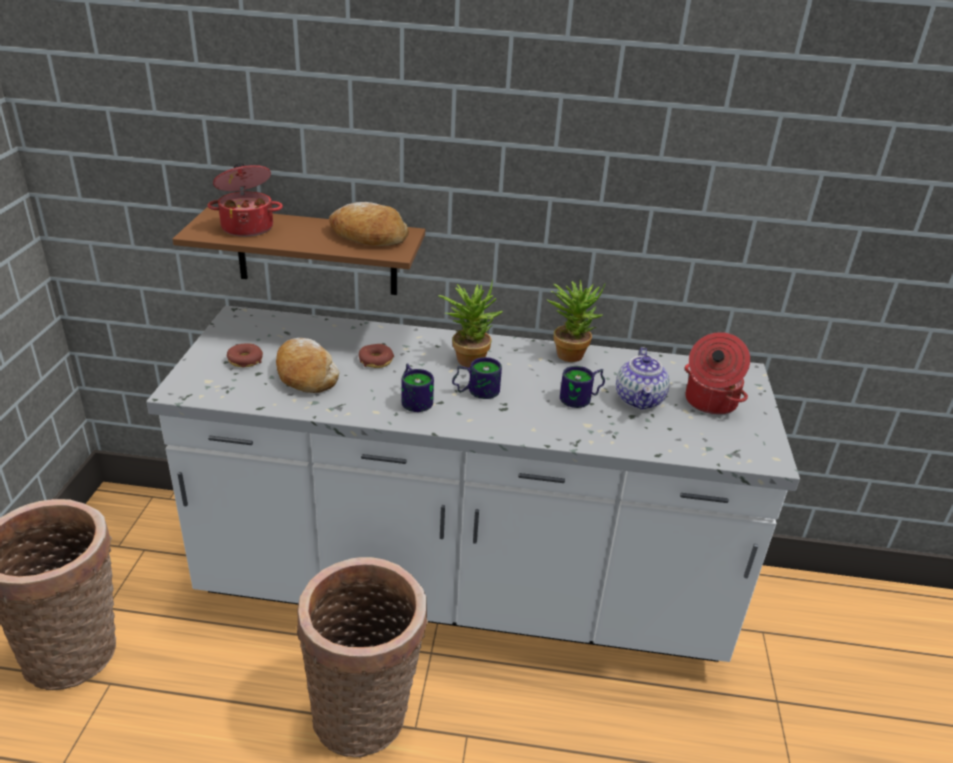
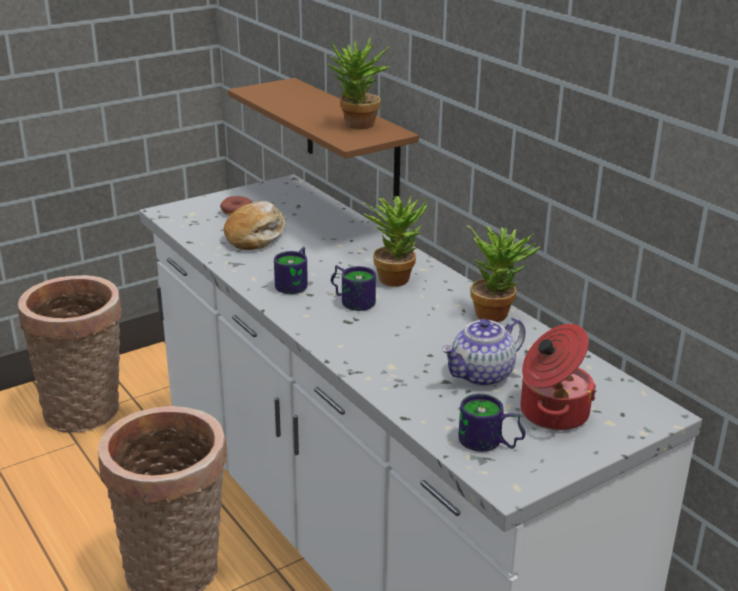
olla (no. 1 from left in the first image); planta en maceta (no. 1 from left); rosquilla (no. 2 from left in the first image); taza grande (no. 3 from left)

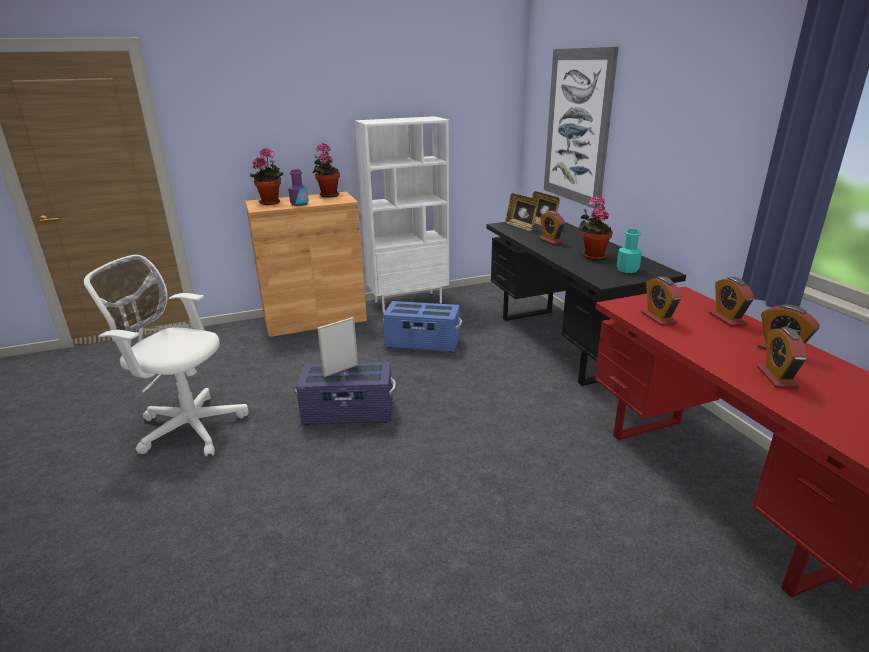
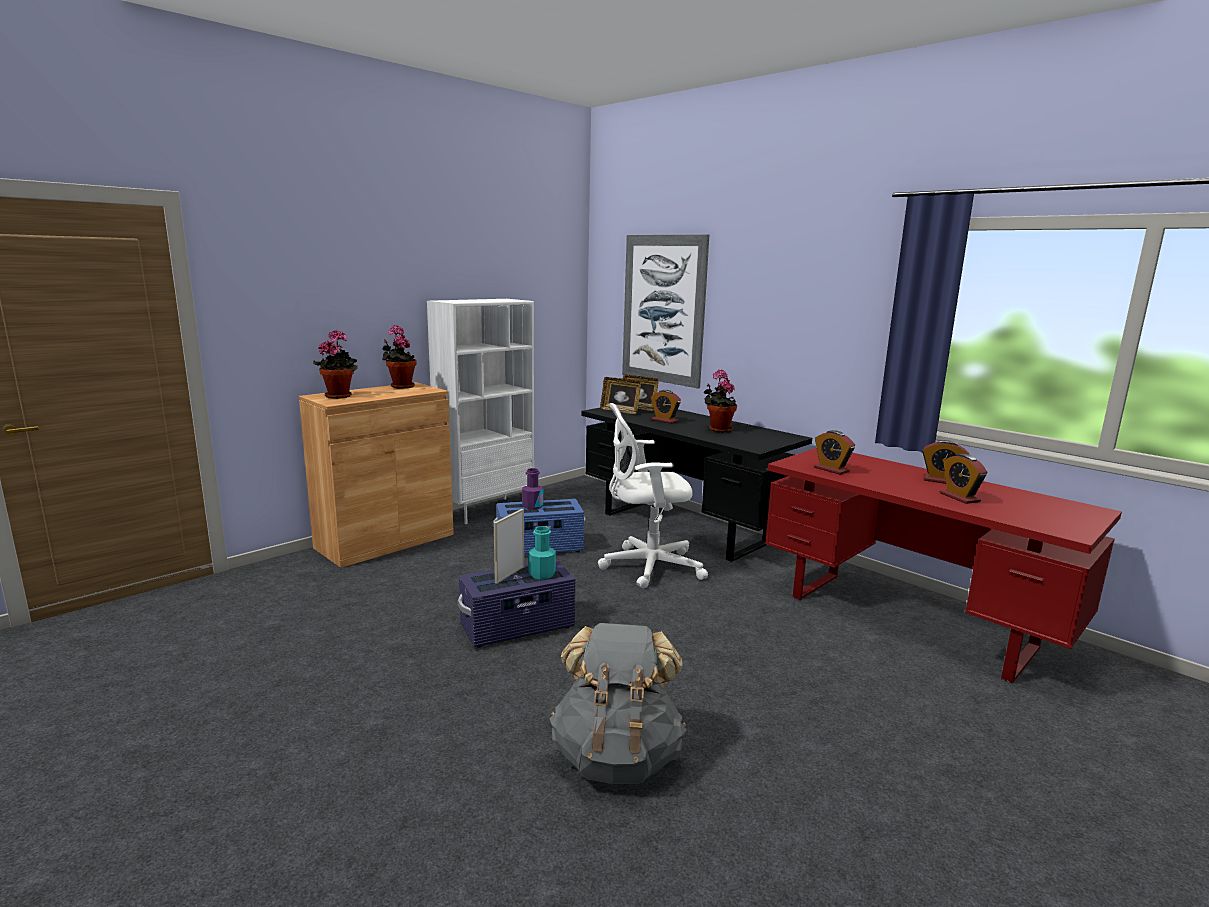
silla de oficina/blanco; botella/morado; botella/turquesa; despertador (no. 3 from left in the first image); mochila/gris

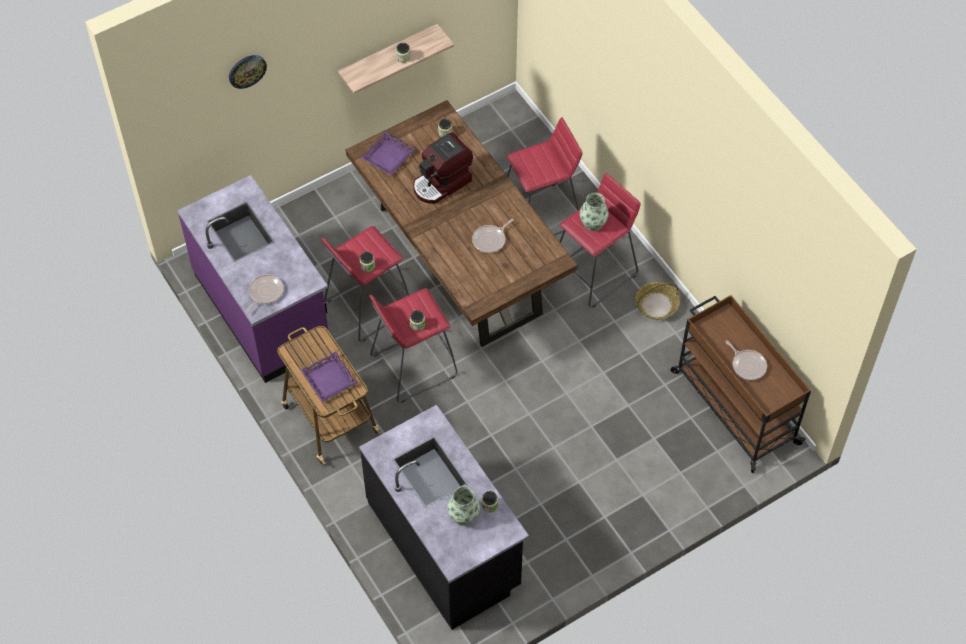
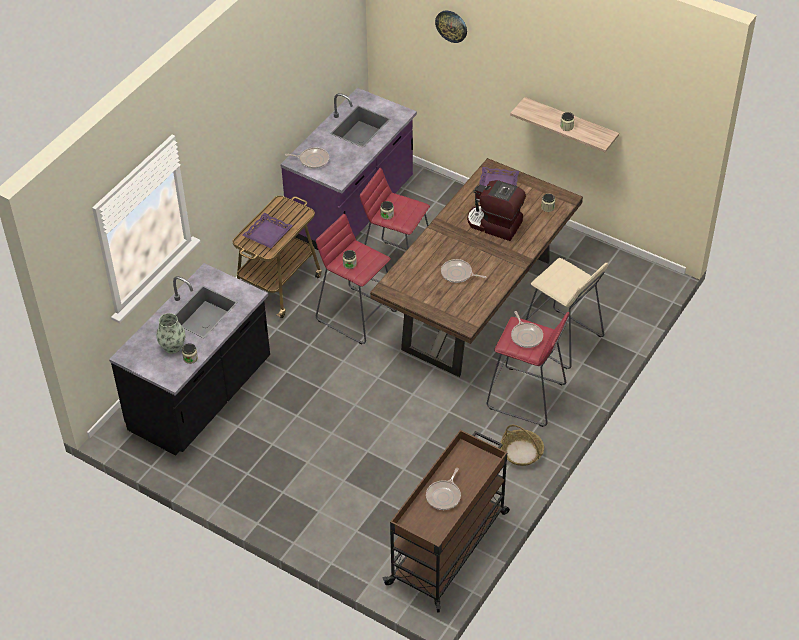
taburete/beis; sartén (no. 4 from left)

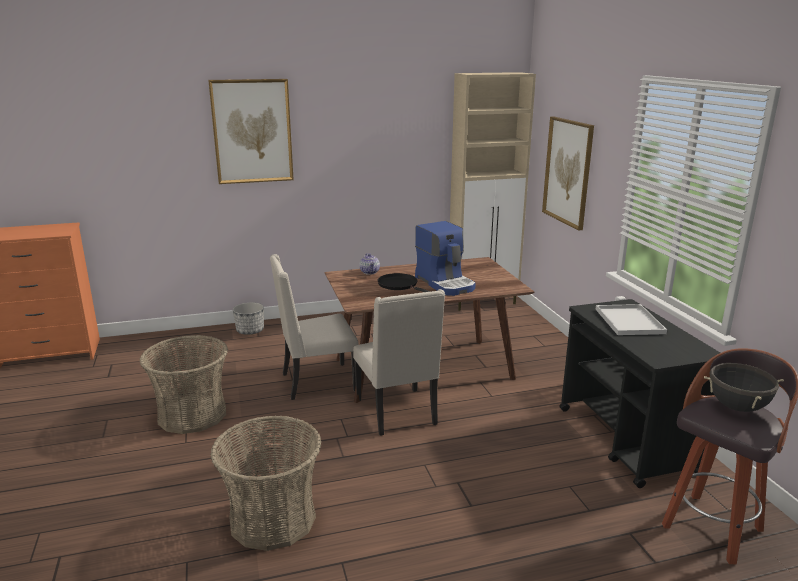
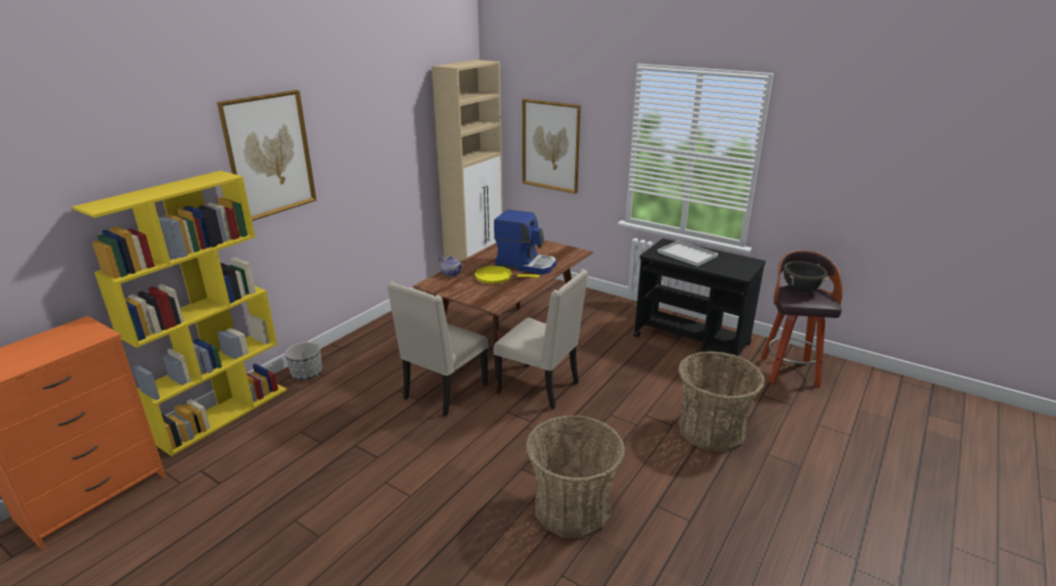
cesta (no. 2 from left); sartén/amarillo; estantería/amarillo

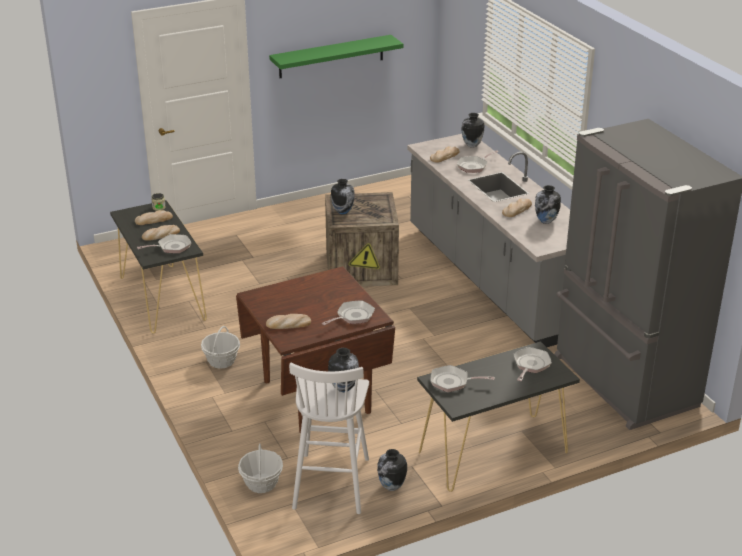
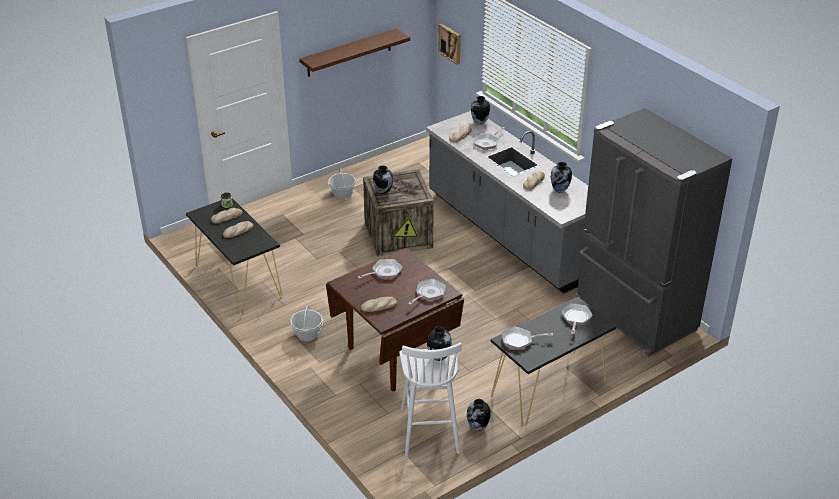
sartén (no. 1 from left); cesta (no. 2 from left); estante/marrón; cuadro

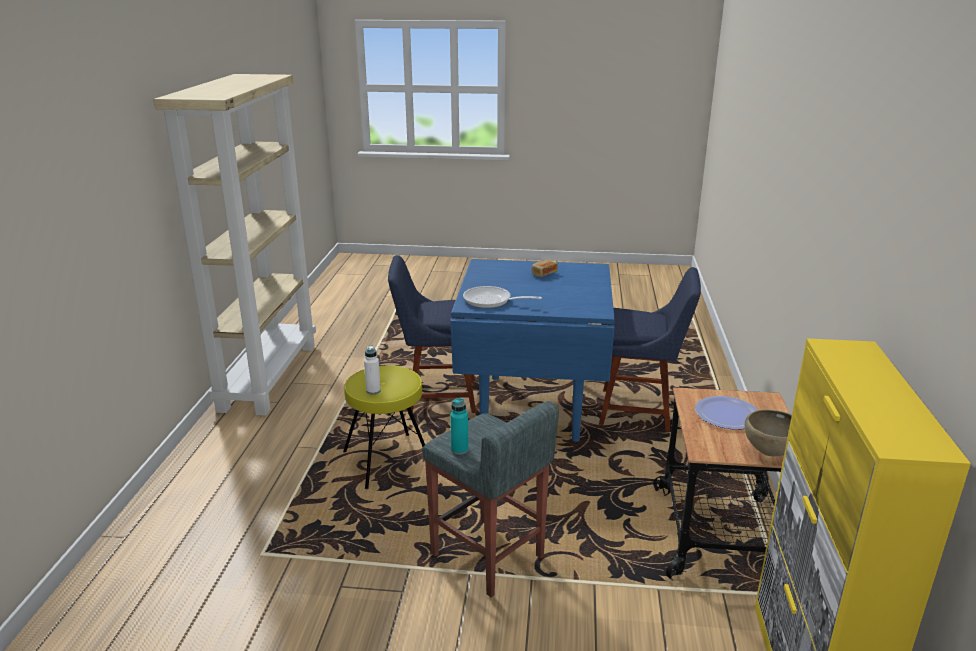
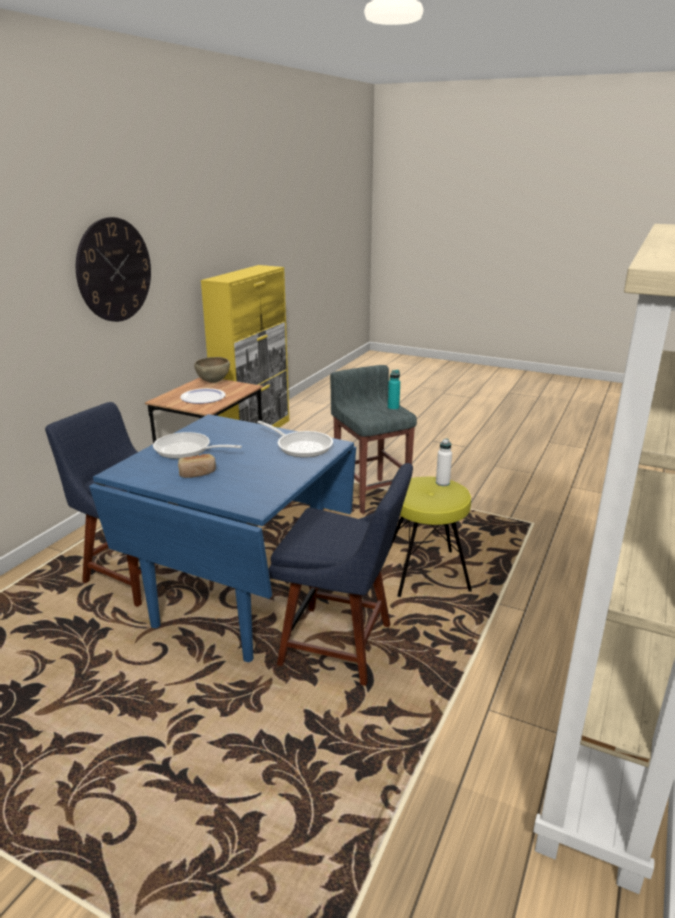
reloj de pared; sartén (no. 1 from left)

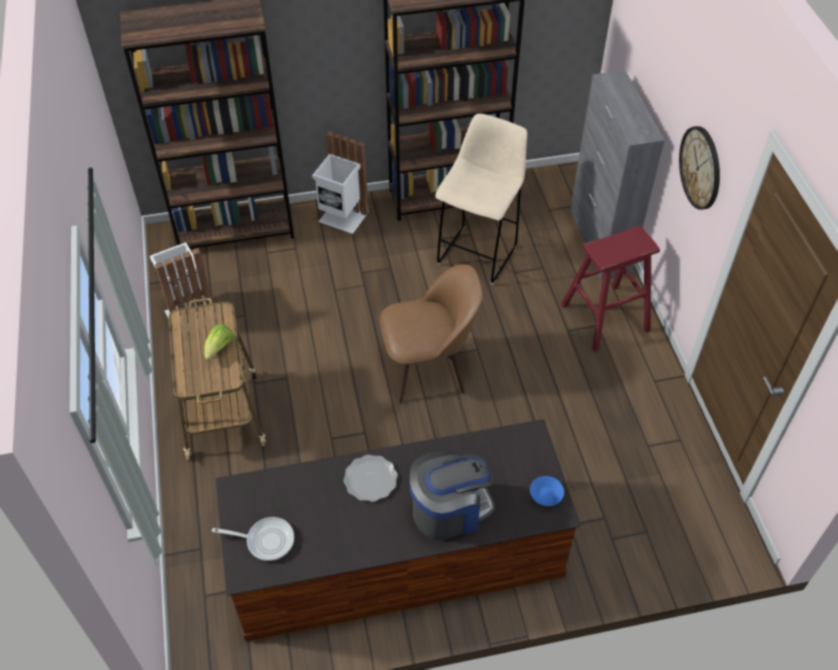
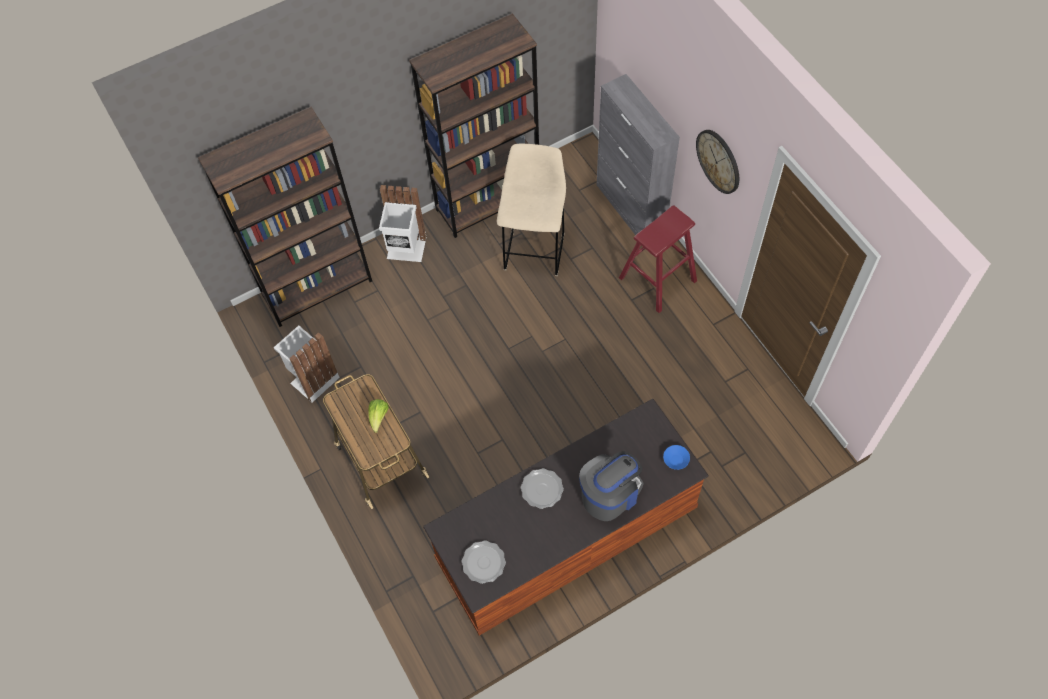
plato (no. 1 from left); silla/marrón

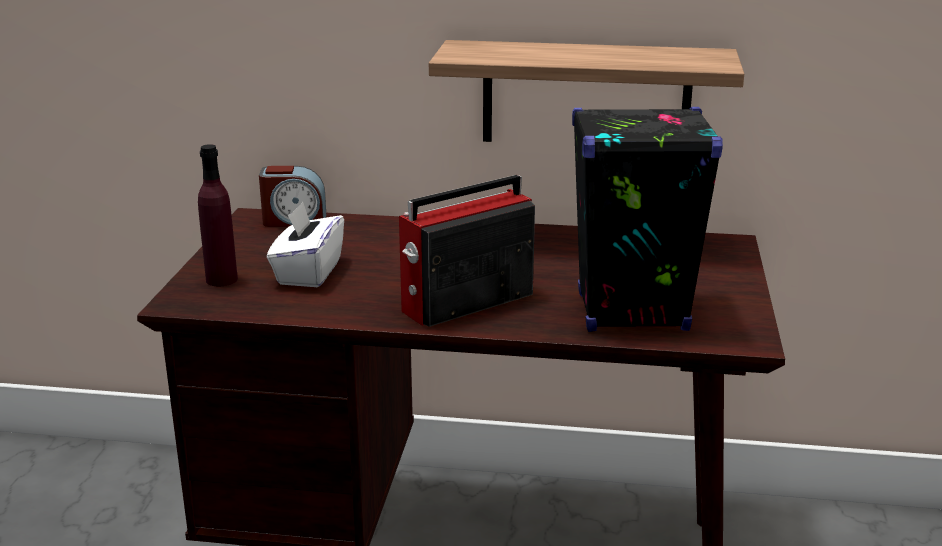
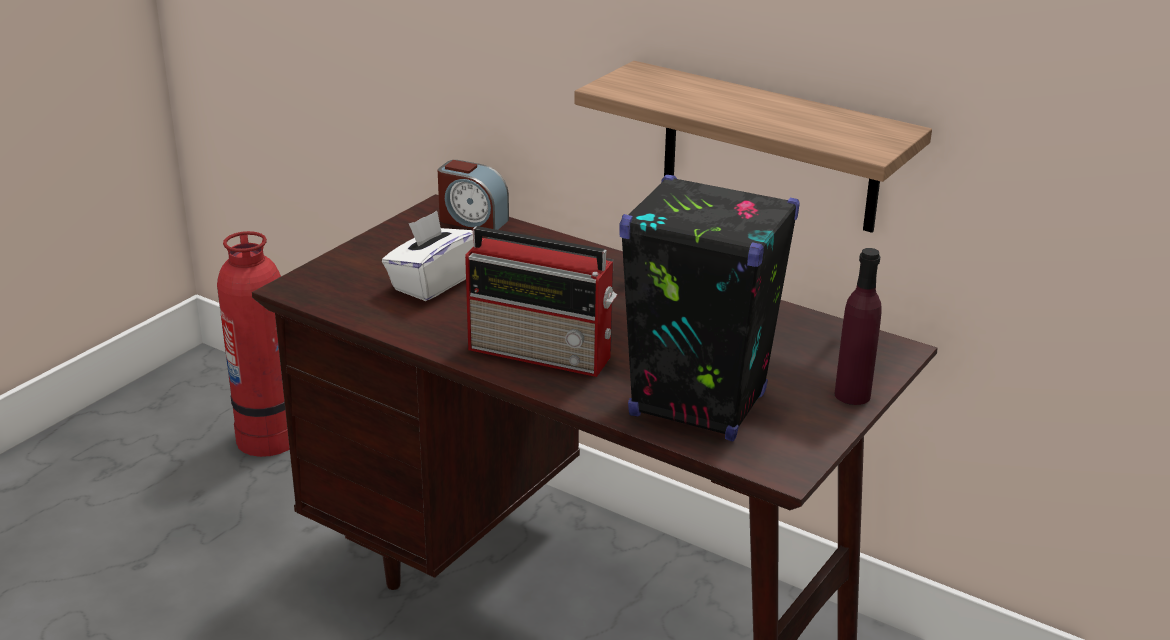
botella/morado; radio; extintor

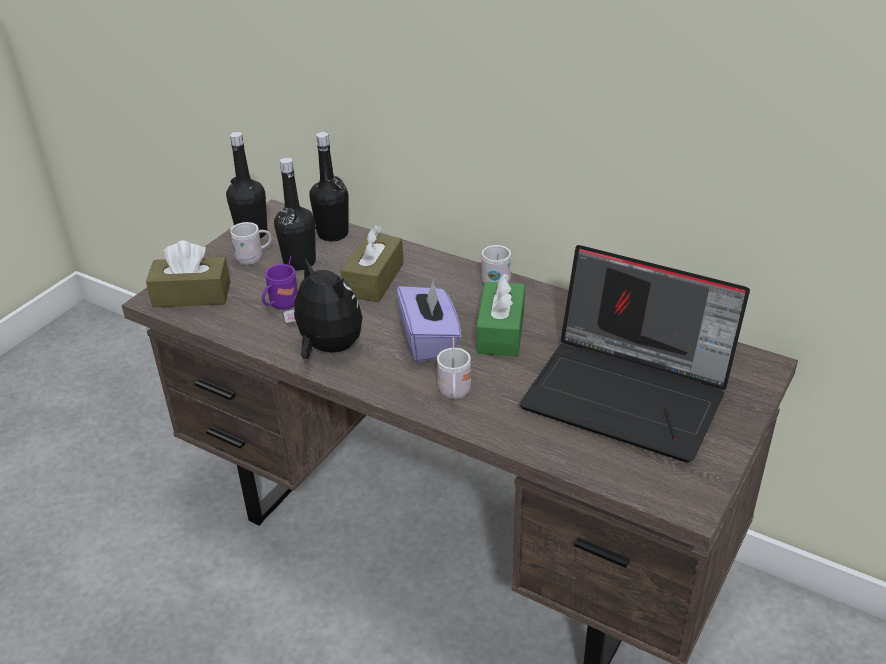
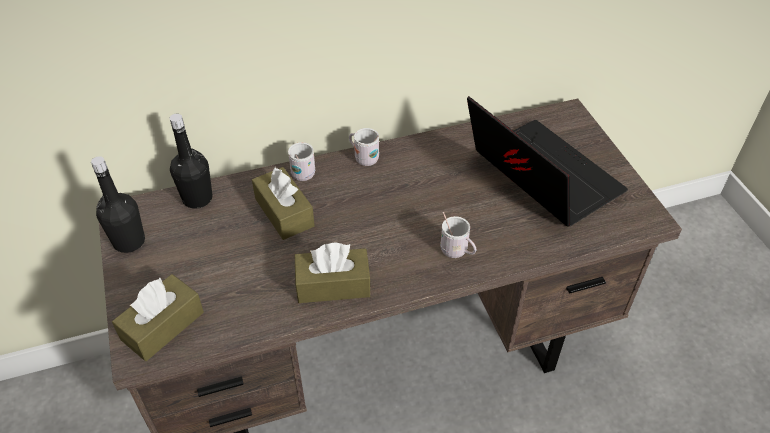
taza grande/blanco (no. 1 from left); taza grande/morado; botella/negro (no. 2 from left in the first image); caja de pañuelos/marrón (no. 3 from left); caja de pañuelos/morado; caja de pañuelos/verde; portátil

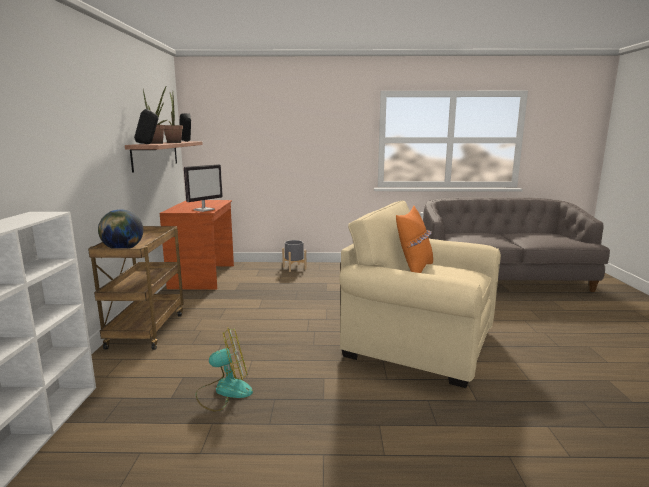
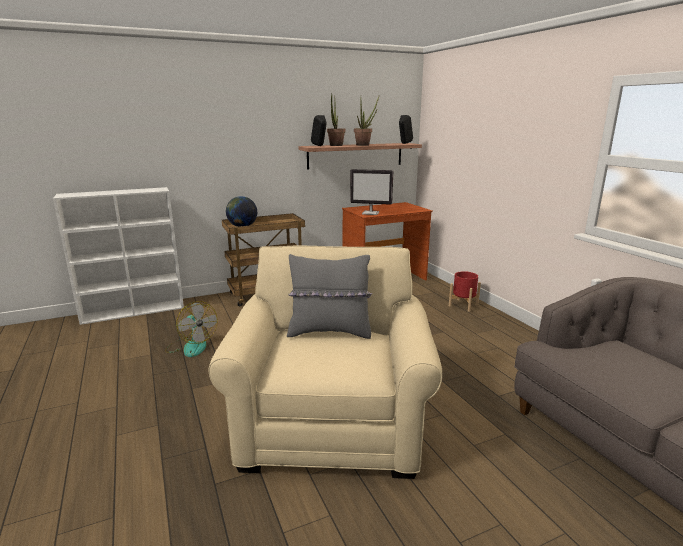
maceta/rojo; cojín/gris

